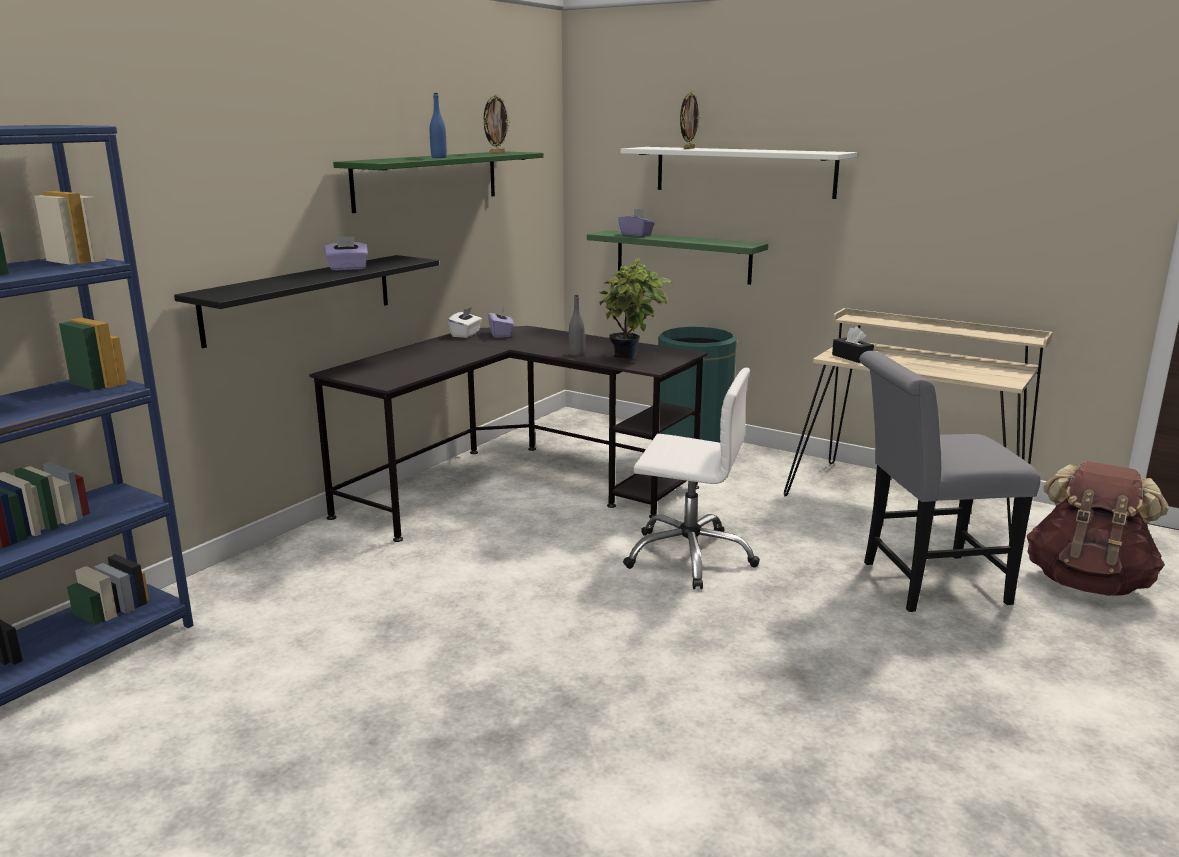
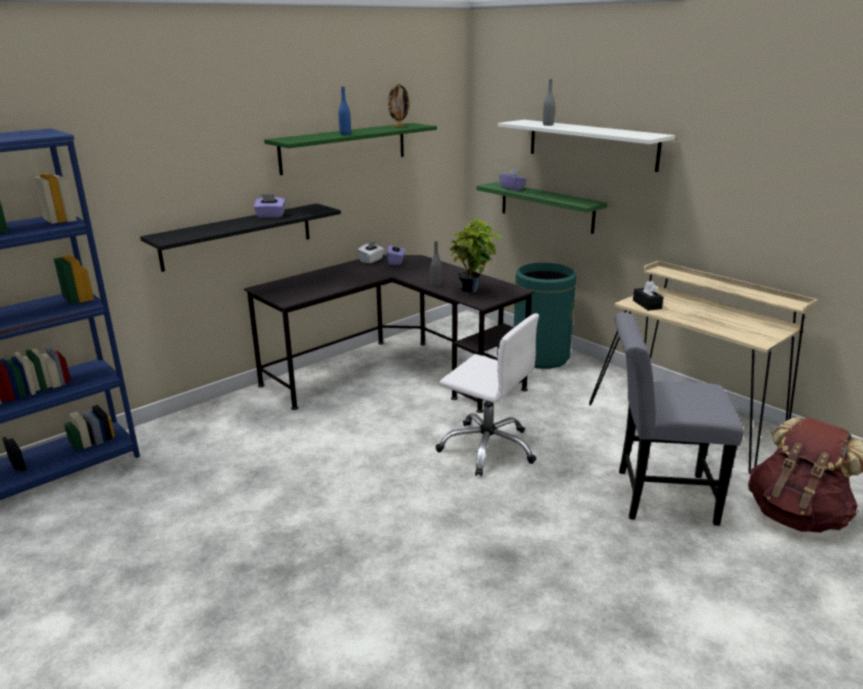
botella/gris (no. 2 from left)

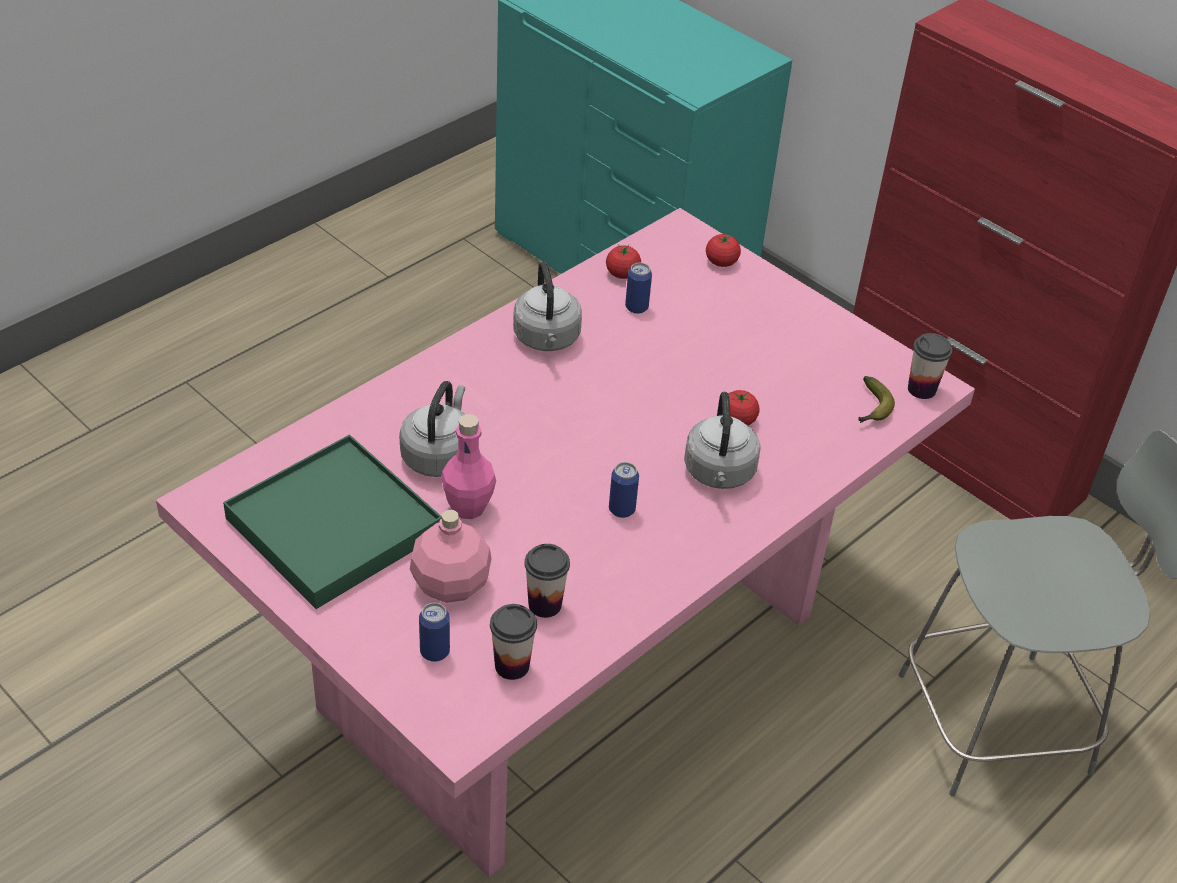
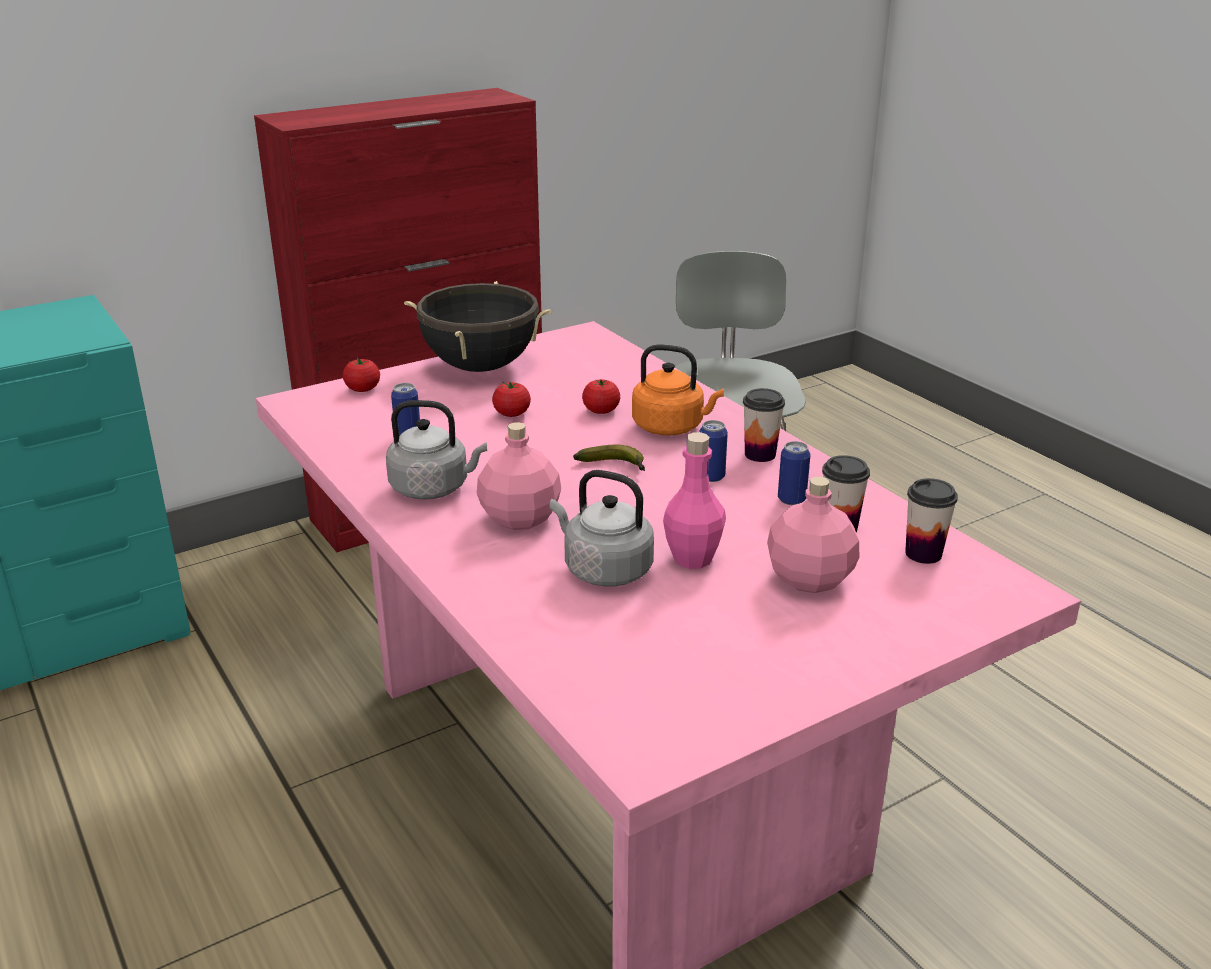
bandeja/verde; lata (no. 3 from left); tomate (no. 2 from left); hervidor/naranja; plátano; taza (no. 1 from left); olla/negro; botella/rosa (no. 1 from left)

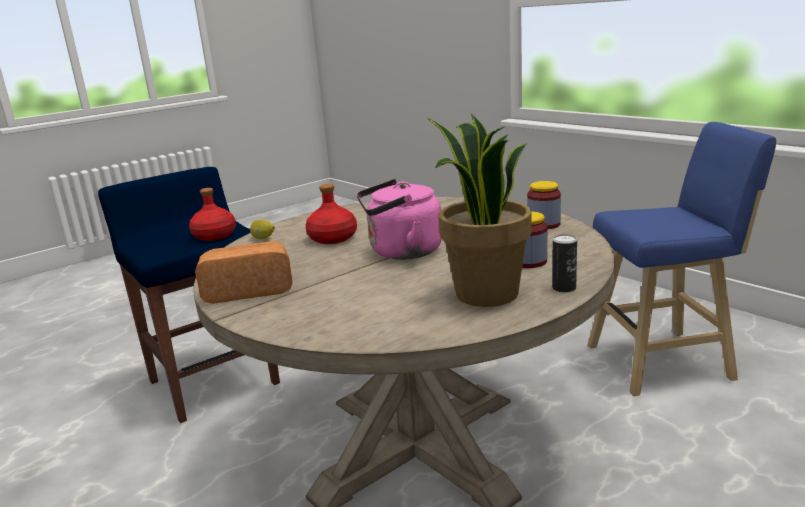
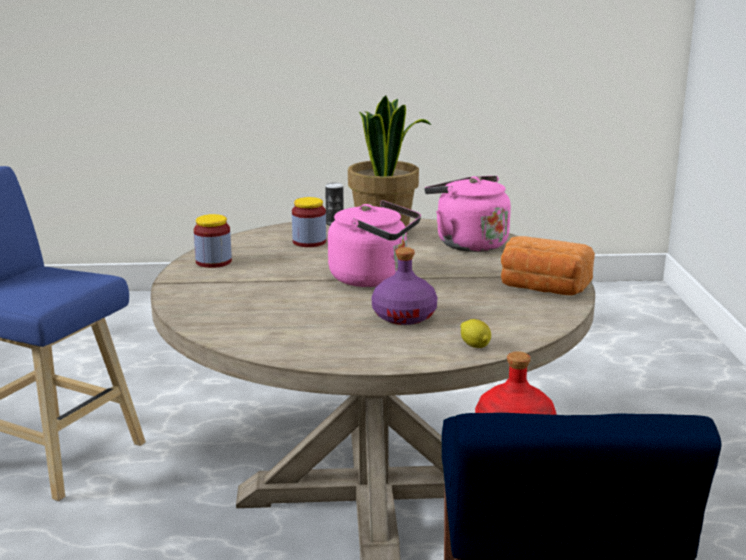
botella/morado; hervidor/rosa (no. 2 from left)

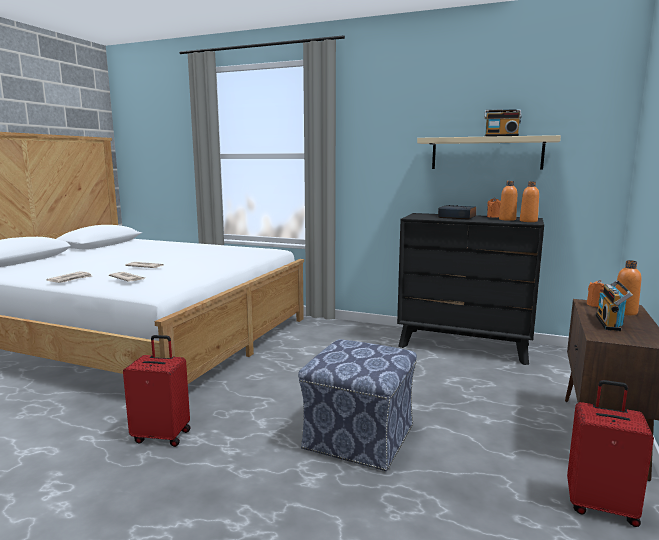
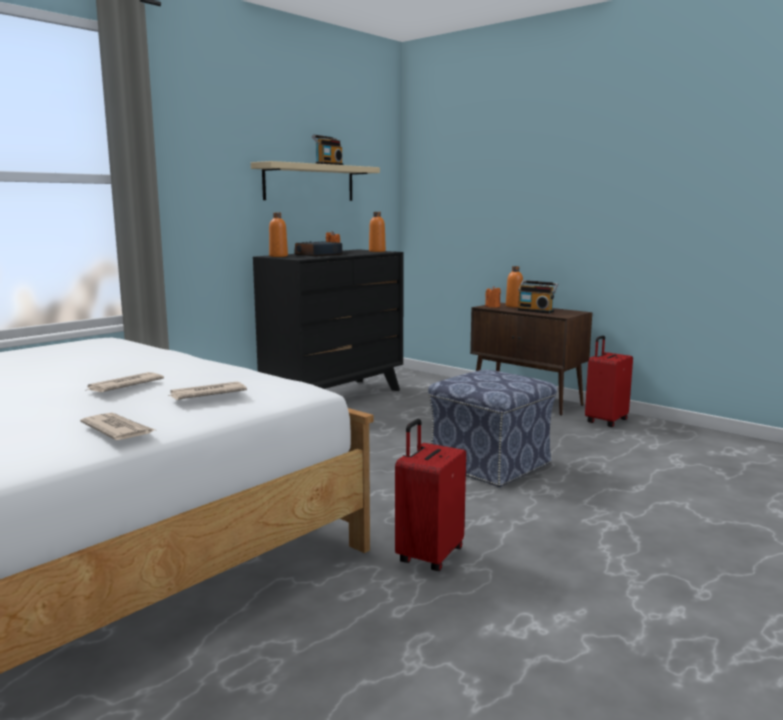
botella/naranja (no. 1 from left)

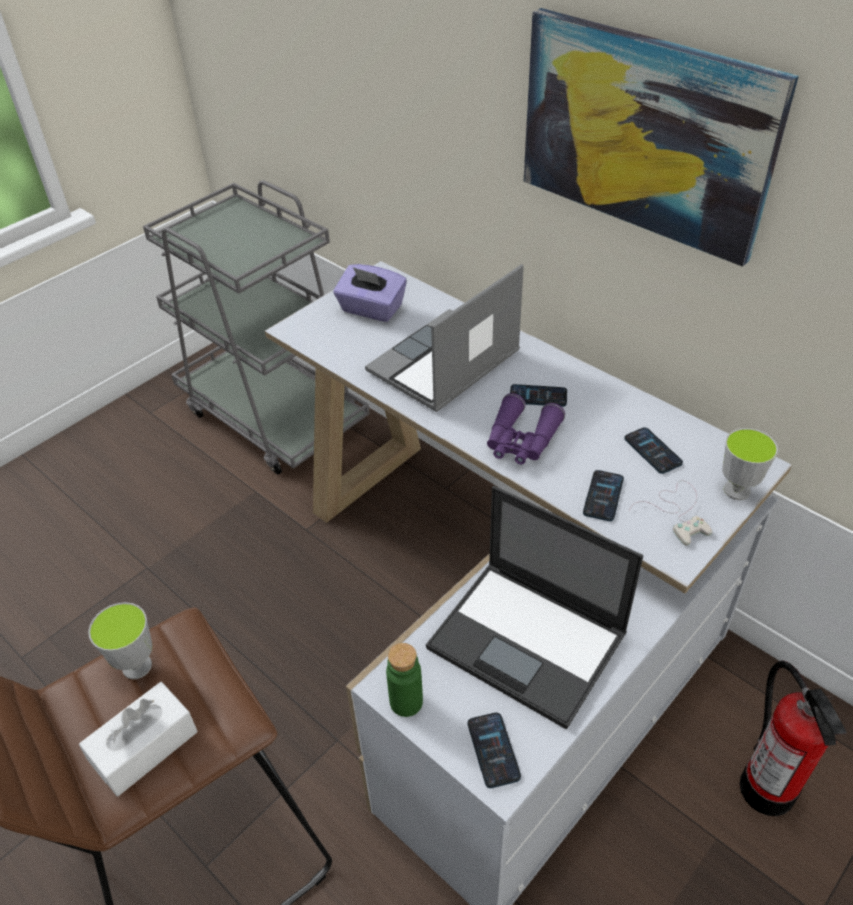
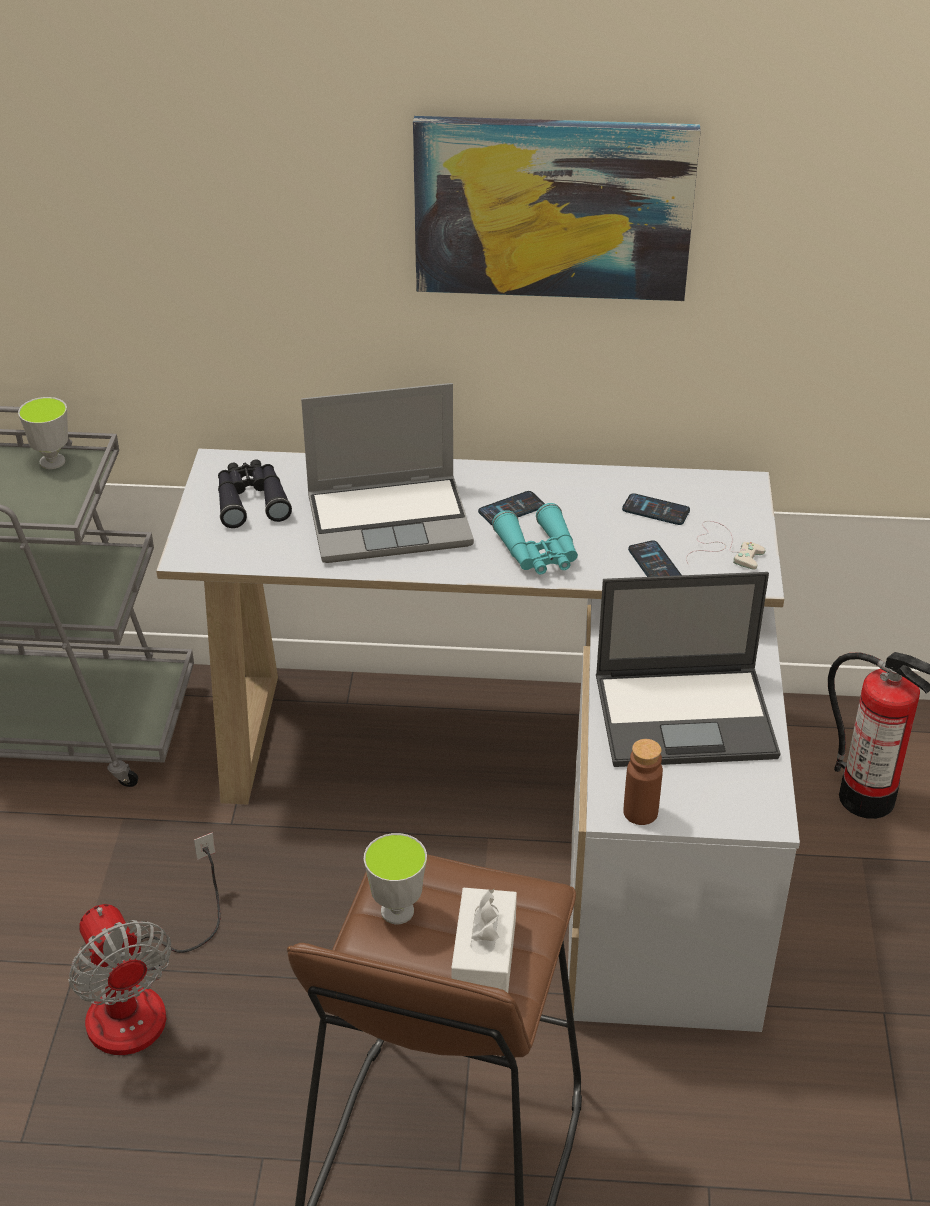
prismáticos/negro; portátil (no. 1 from left); botella/marrón; móvil (no. 1 from left in the first image); prismáticos/turquesa; taza (no. 1 from left); ventilador

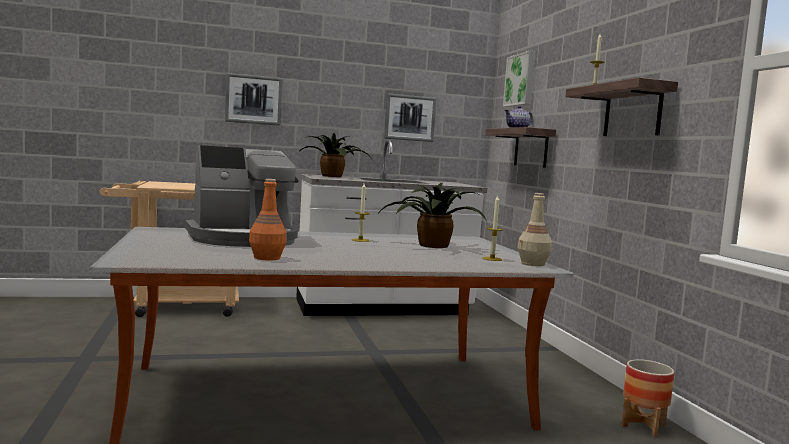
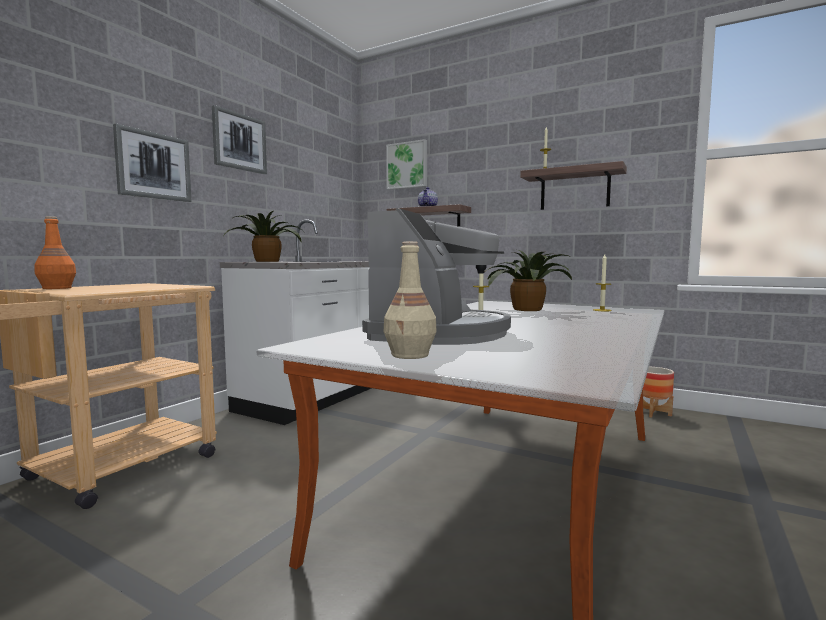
botella/naranja; cuadro (no. 2 from left); botella/beis

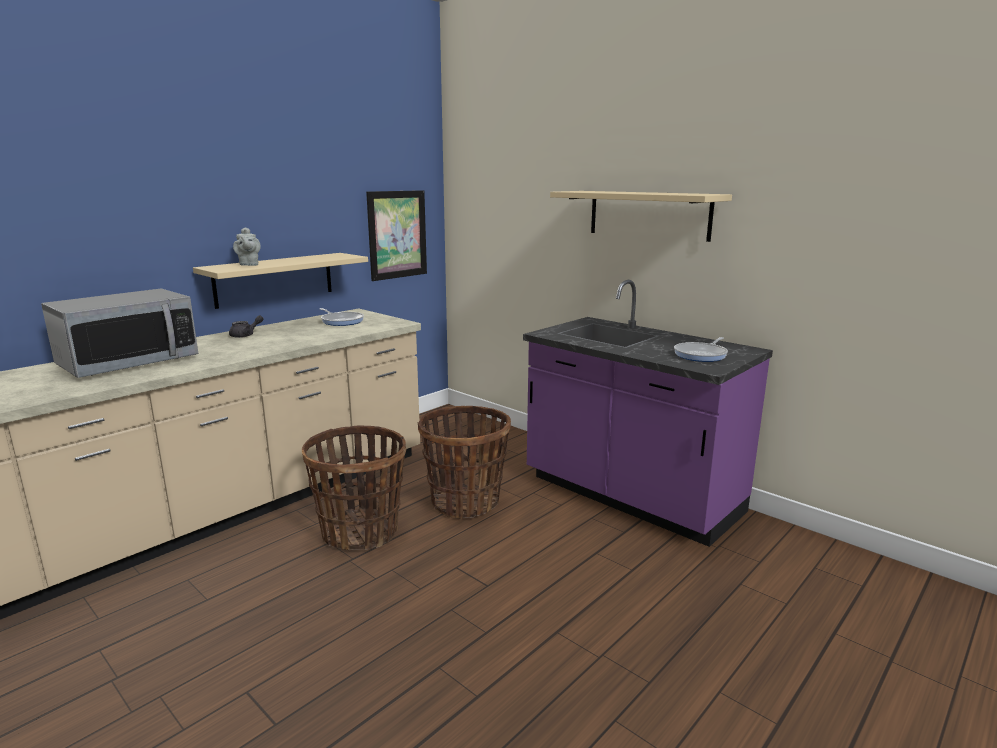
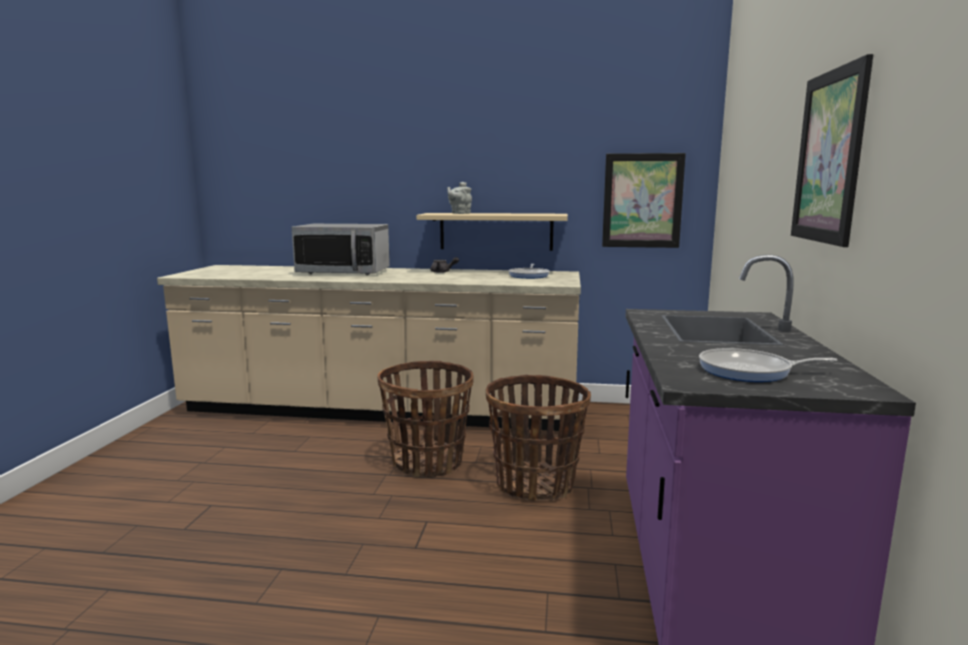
cuadro (no. 2 from left)

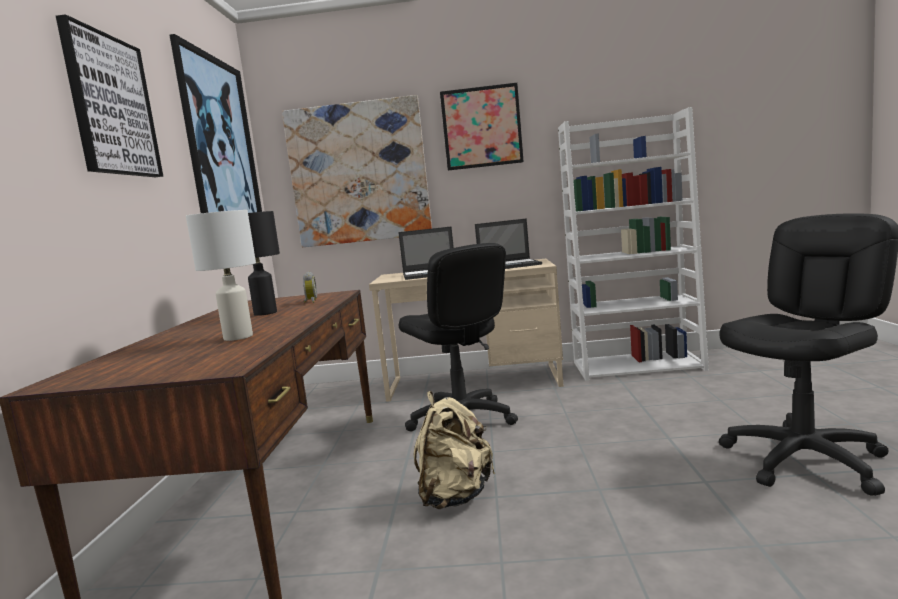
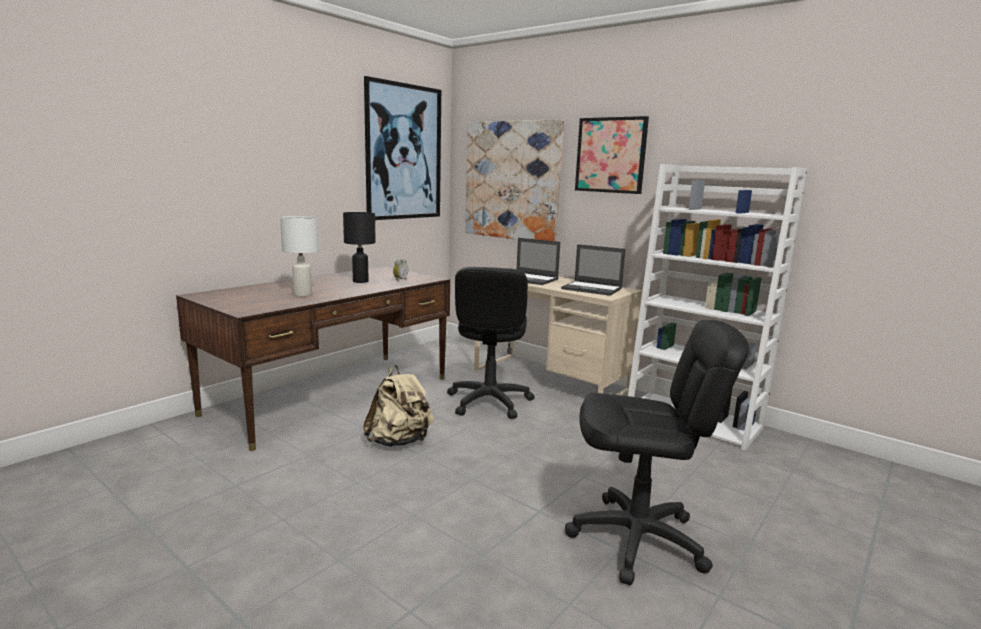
cuadro (no. 1 from left in the first image)

